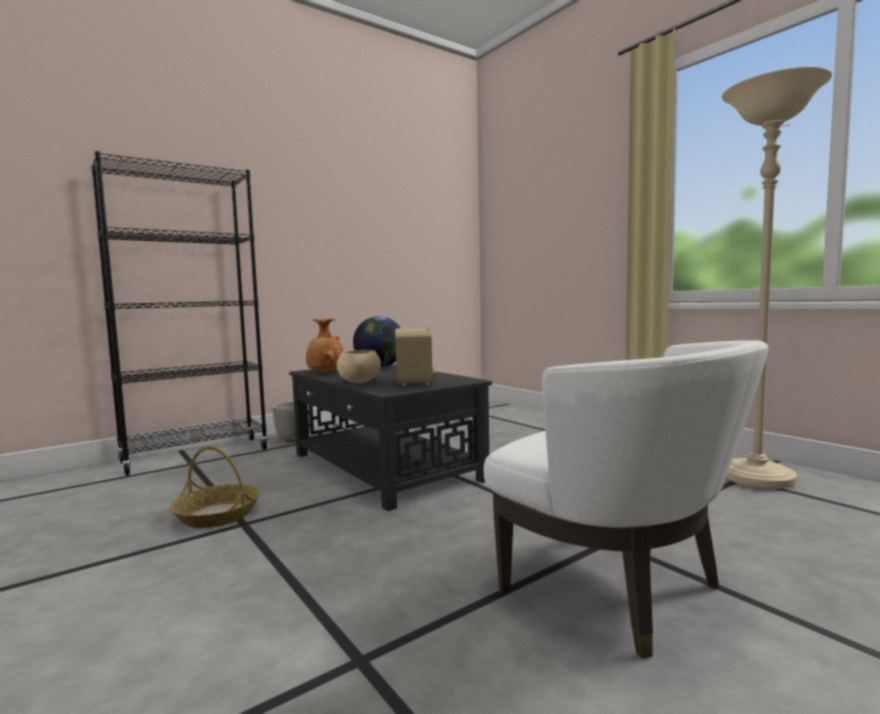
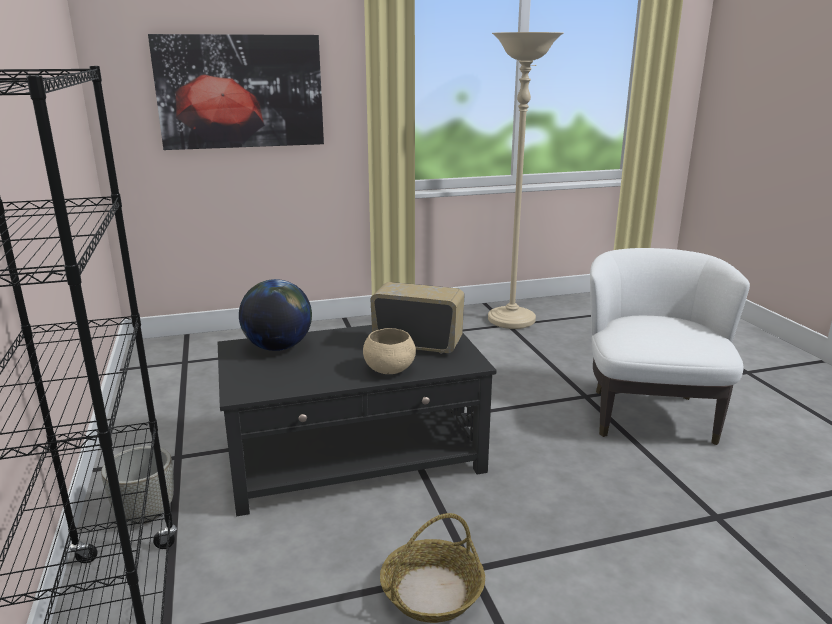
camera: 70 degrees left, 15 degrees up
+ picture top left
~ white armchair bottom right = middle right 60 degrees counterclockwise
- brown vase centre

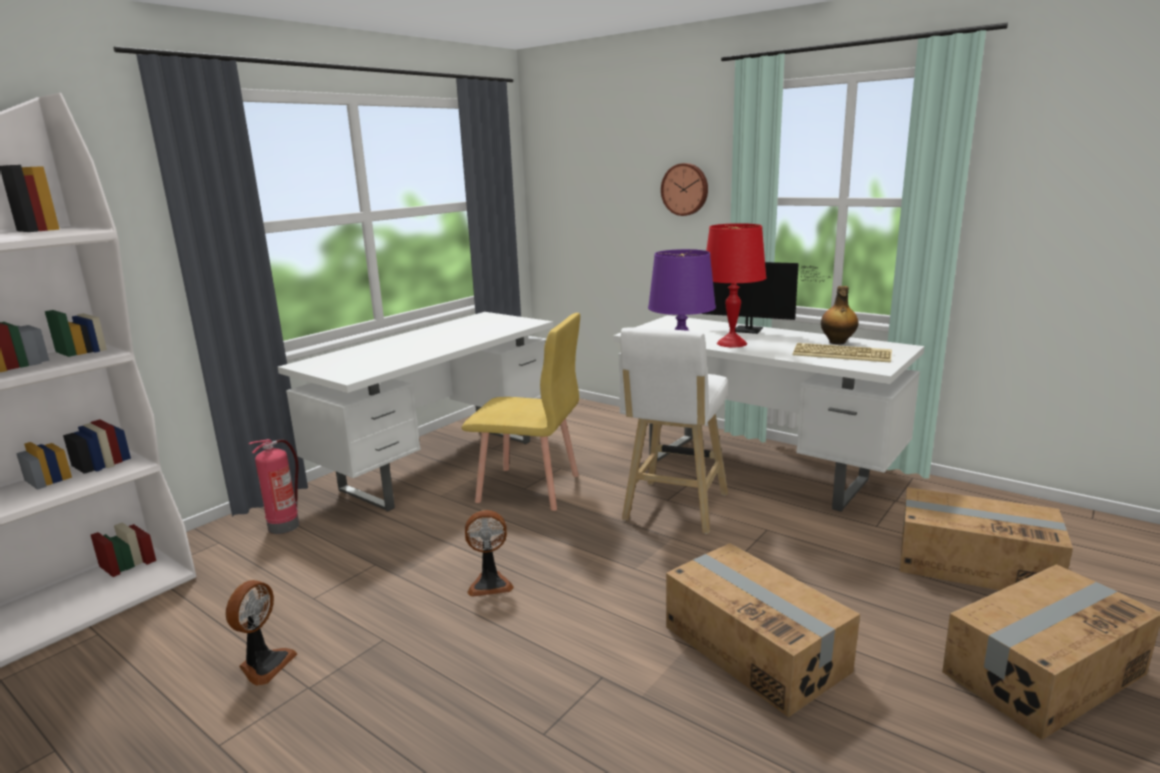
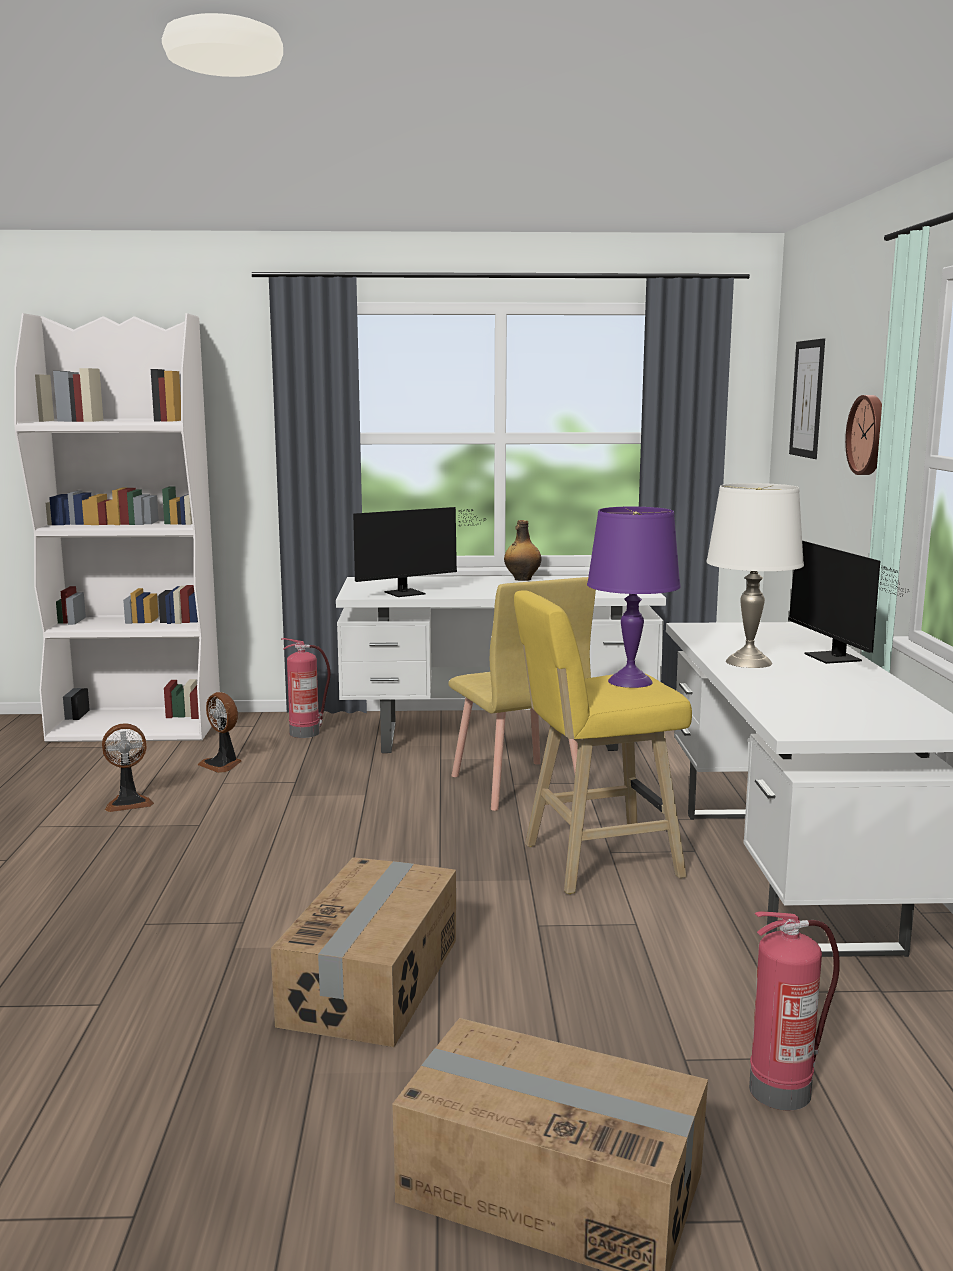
camera: 50 degrees right, 5 degrees down
~ fan (2nd from left) bottom centre to middle left
+ monitor (1st from left) centre
~ bottle middle right to centre
~ white stool centre to yellow stool centre
~ red table lamp centre to white table lamp middle right
~ cardboard box (2nd from left) bottom right to fire extinguisher (2nd from left) bottom right
+ picture top right
- keyboard middle right

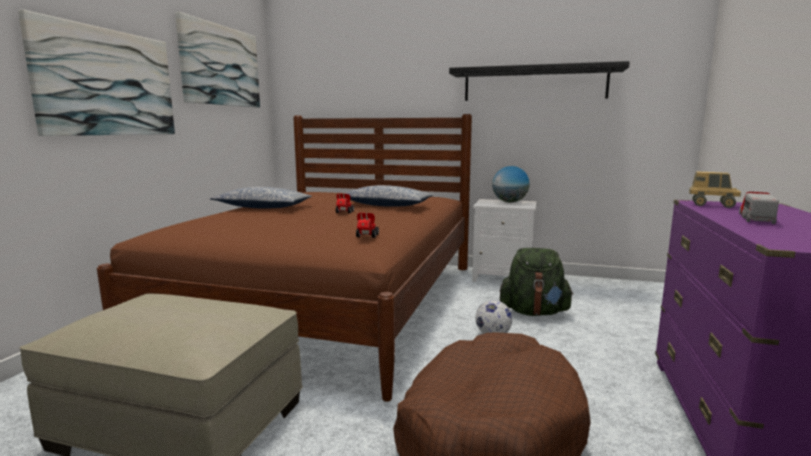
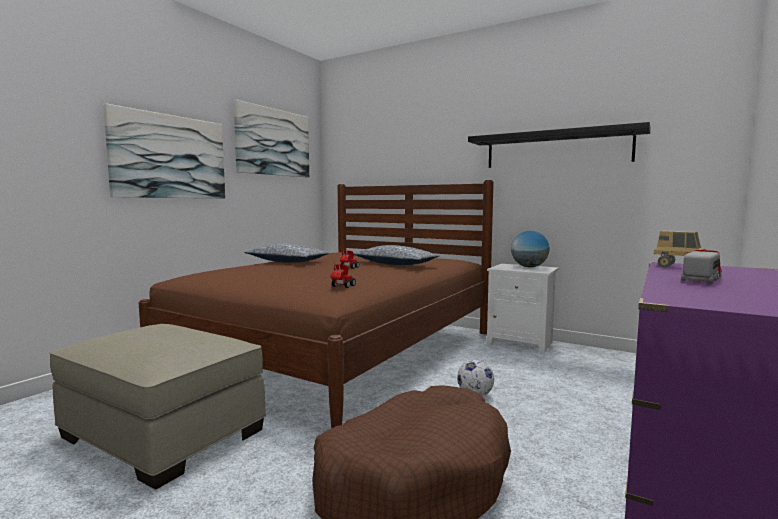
camera: 15 degrees right, 5 degrees down
- green backpack centre

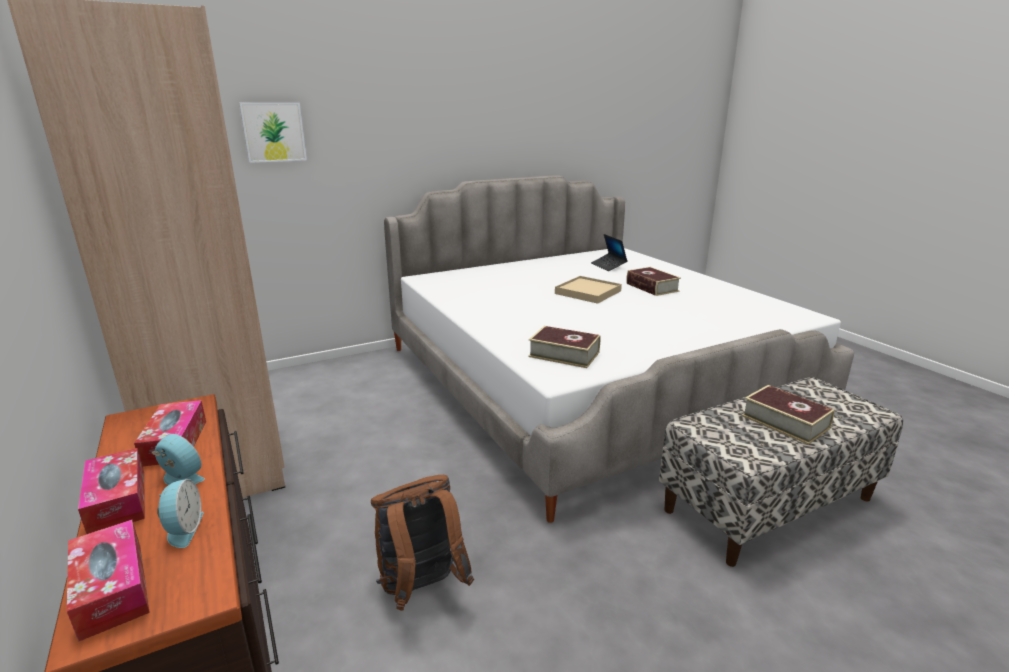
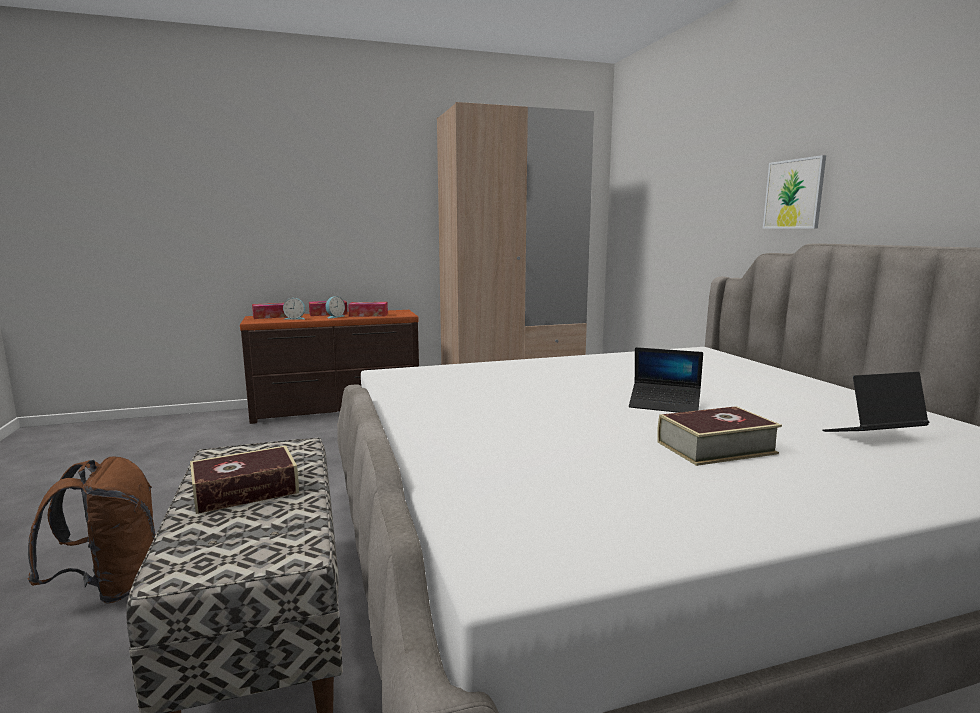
camera: 100 degrees right, 10 degrees down
~ brown backpack bottom centre to bottom left
~ beige tray centre to laptop (1st from left) middle right
~ picture top left to top right
- book (1st from left) centre

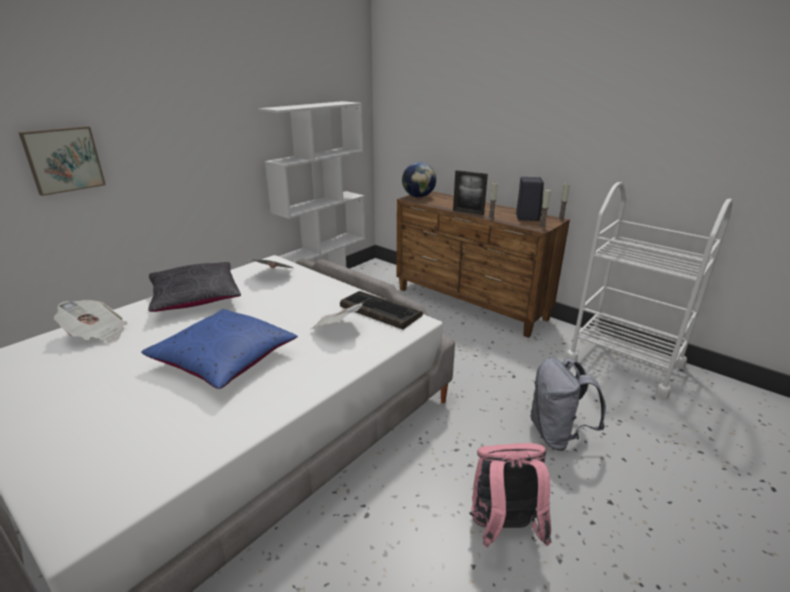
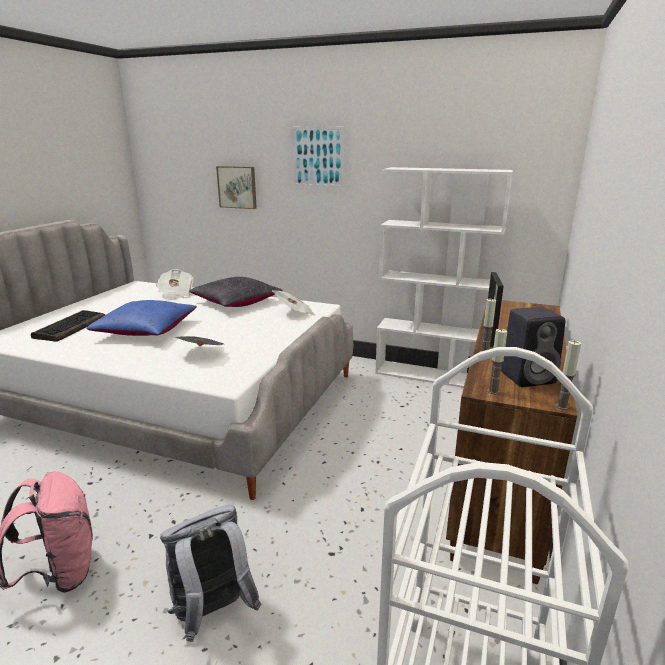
camera: 70 degrees right, 5 degrees down
~ keyboard centre to middle left
+ picture (2nd from left) top centre
- globe top centre

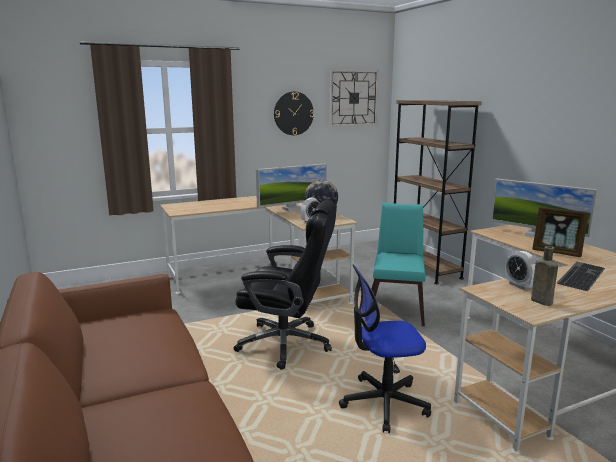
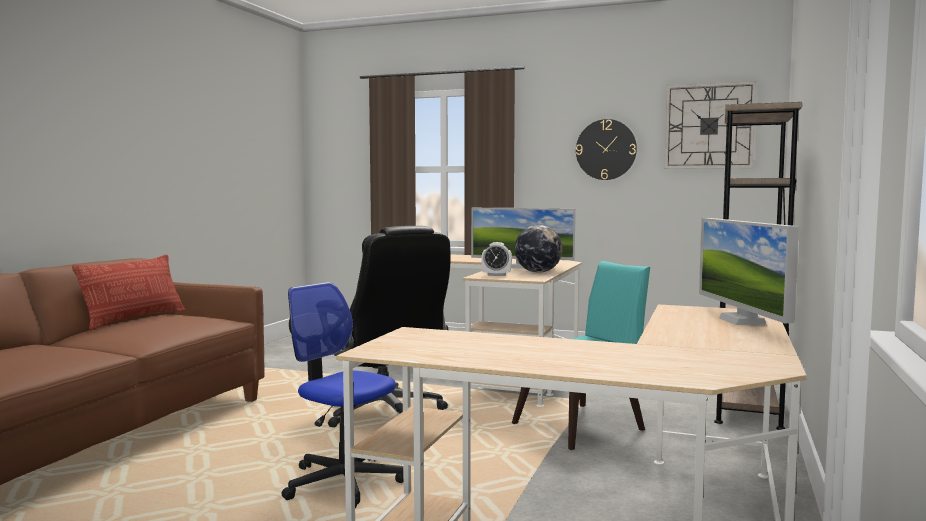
camera: 45 degrees right, 10 degrees down
+ pillow middle left
- alarm clock (2nd from left) middle right
- brown bottle middle right
- picture frame middle right
- keyboard middle right

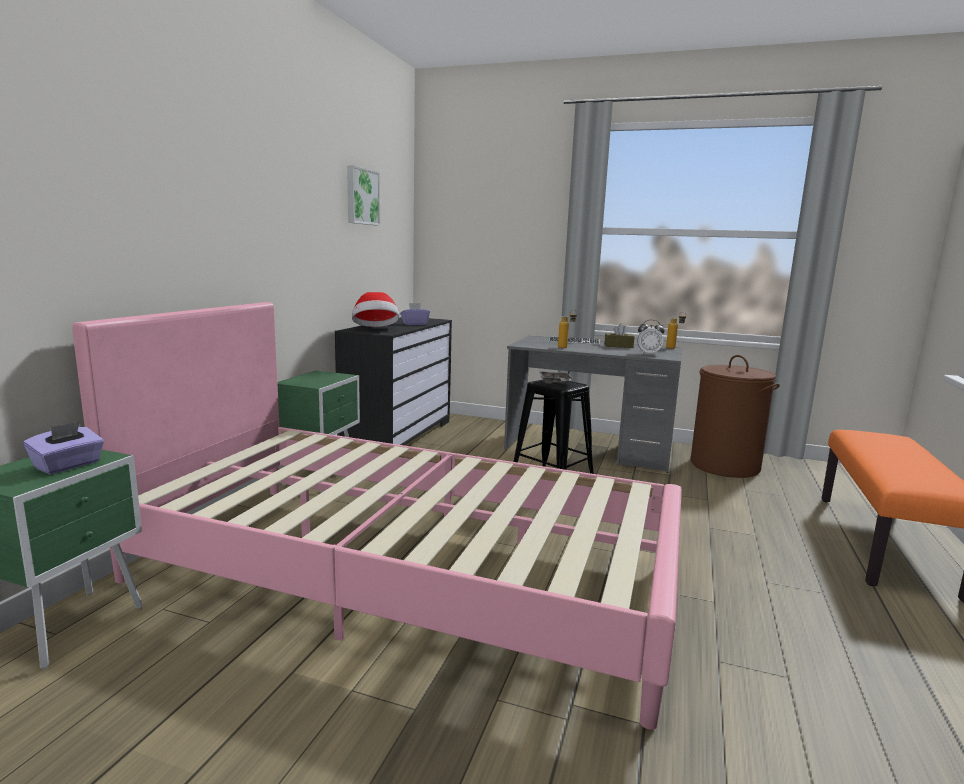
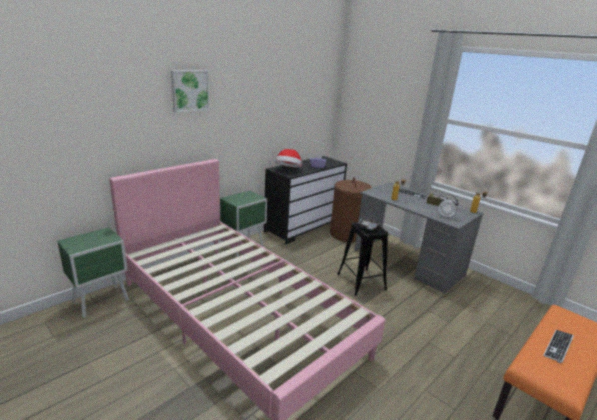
camera: 25 degrees right, 10 degrees up
~ picture top centre to top left
~ brown laundry basket middle right to centre
+ keyboard (2nd from left) bottom right
- purple tissue box (1st from left) middle left

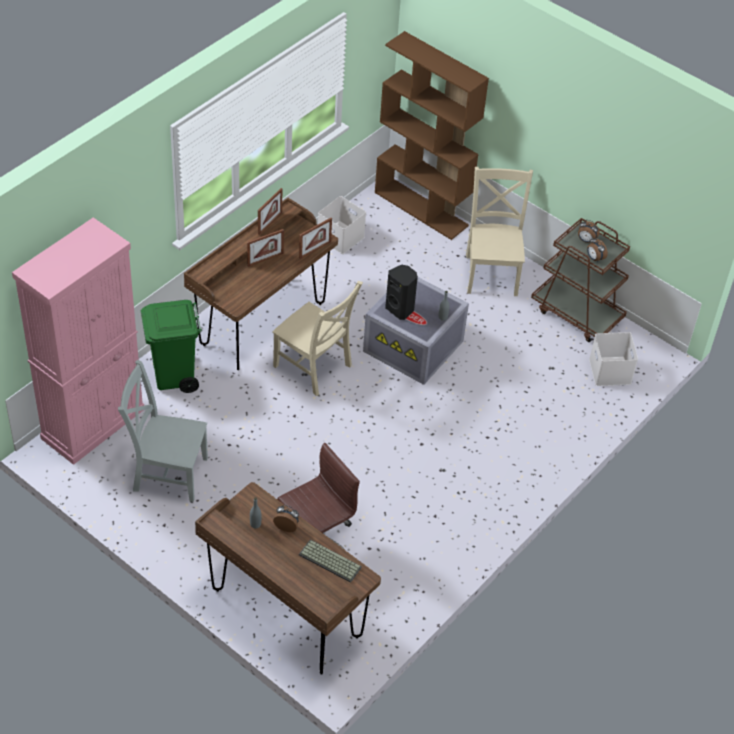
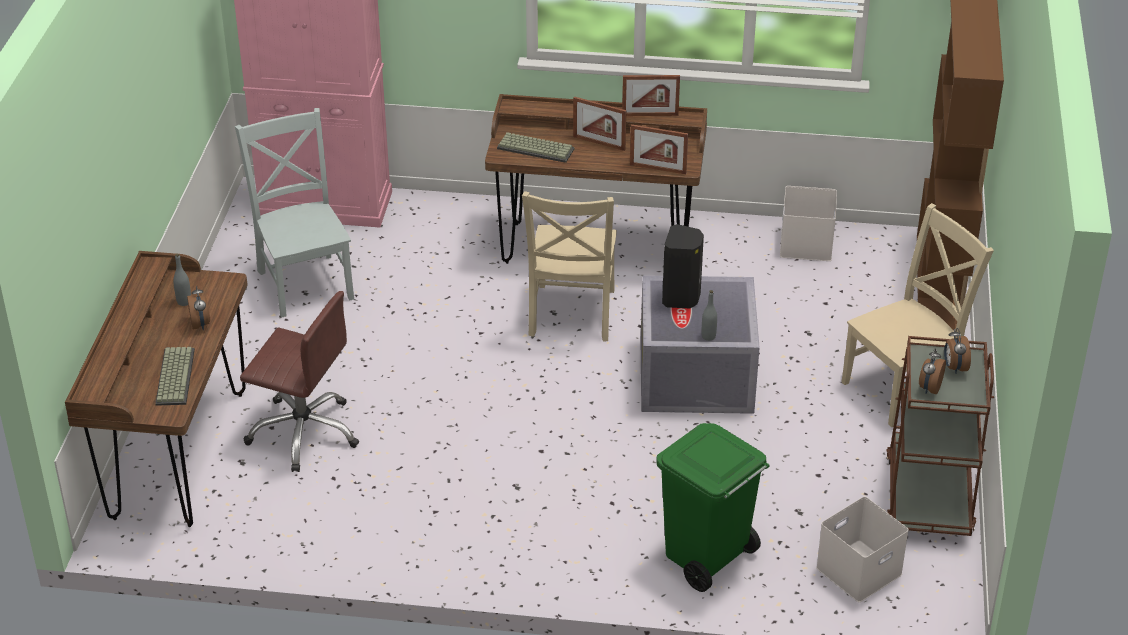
camera: 60 degrees right, 10 degrees down
+ keyboard (2nd from left) top centre
~ green trash can middle left to bottom centre

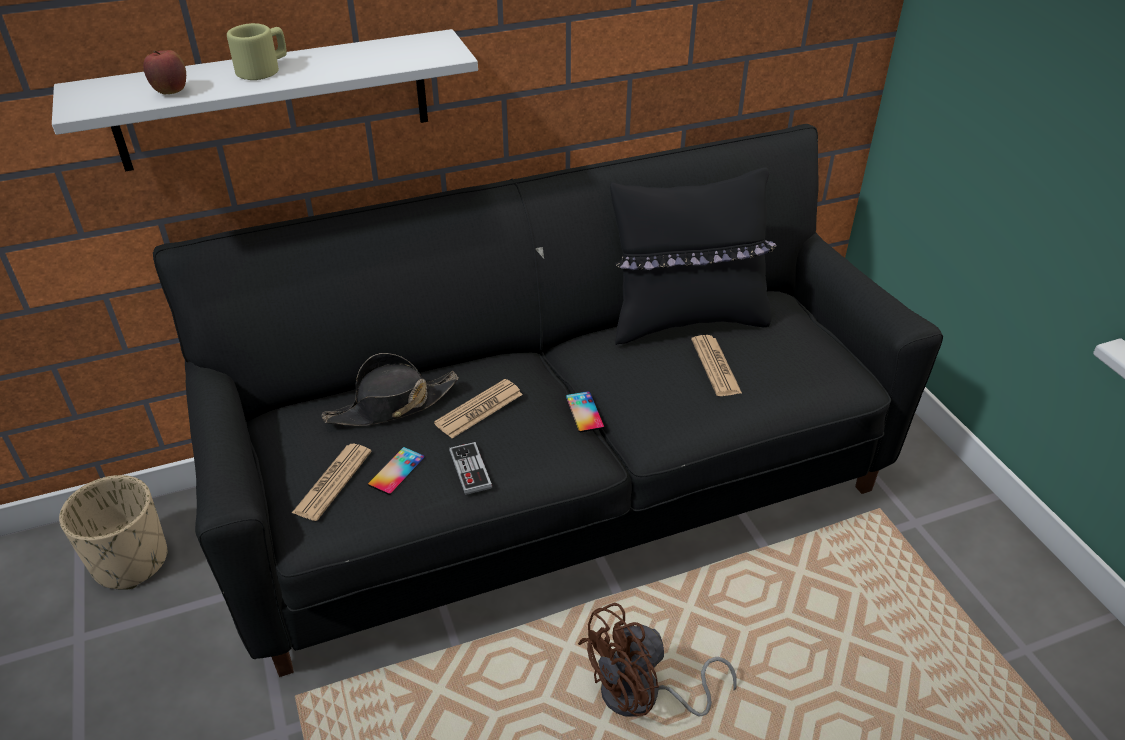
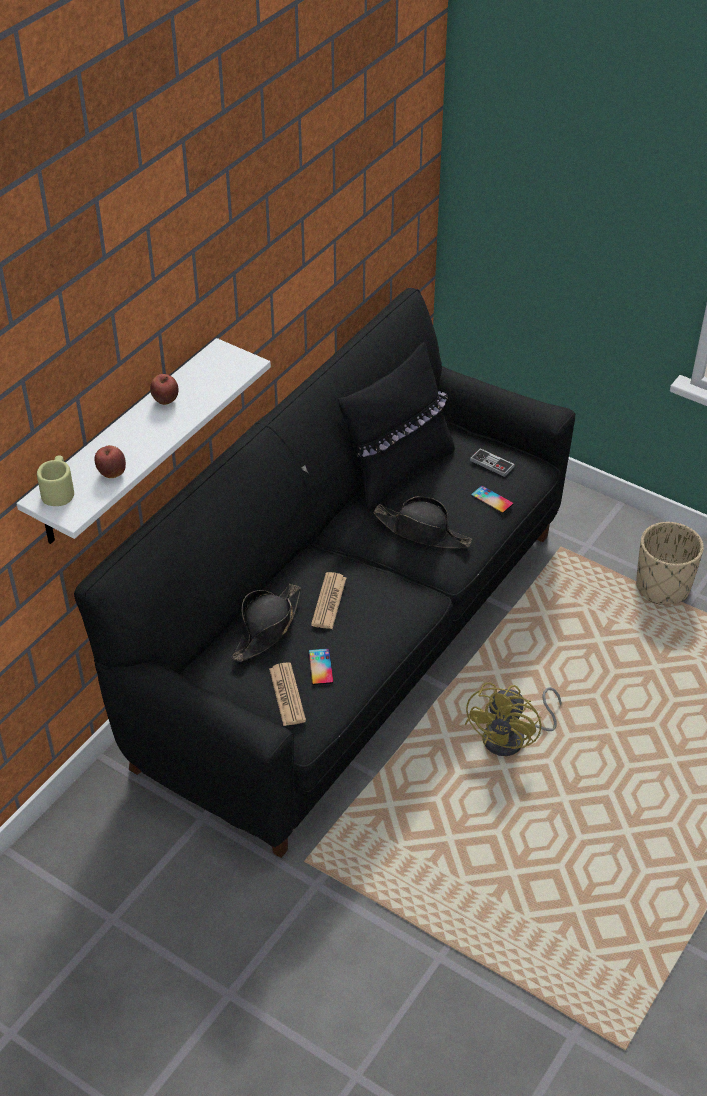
camera: 35 degrees left, 5 degrees up
~ beige mug top left to middle left
+ apple (2nd from left) middle left
+ black hat (2nd from left) centre
~ brown fan bottom centre to yellow fan middle right
~ game controller centre to middle right
~ phone (2nd from left) centre to middle right
~ beige planter bottom left to middle right
- newspaper (3rd from left) centre

